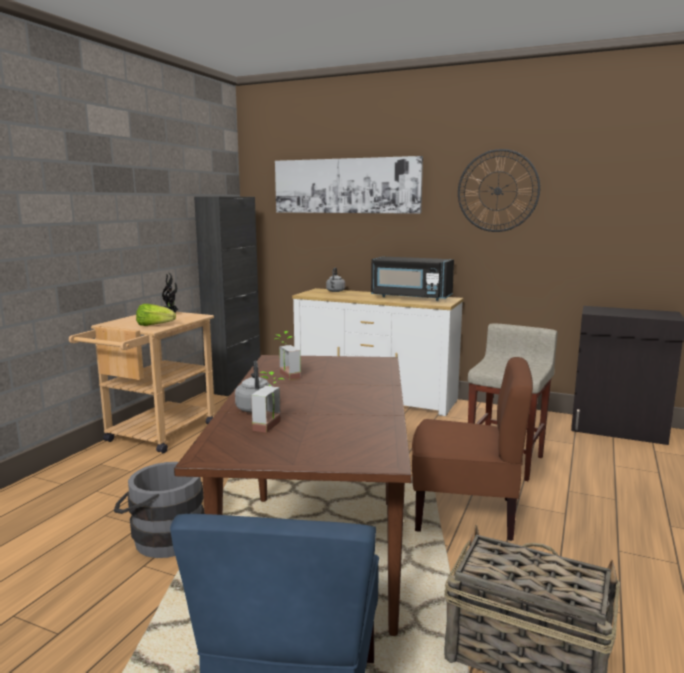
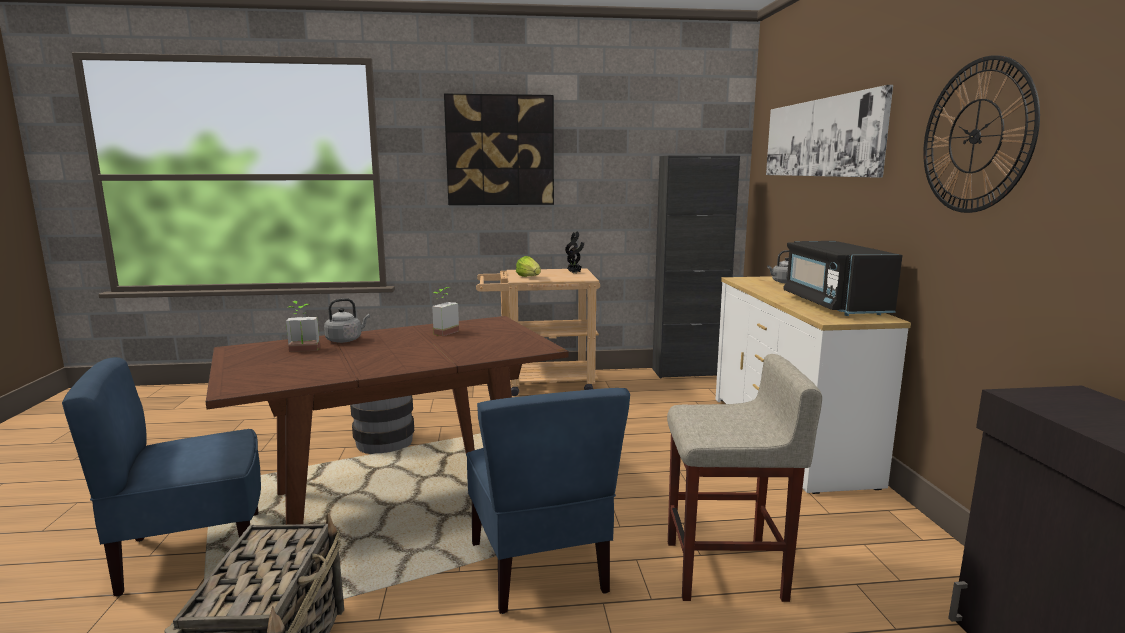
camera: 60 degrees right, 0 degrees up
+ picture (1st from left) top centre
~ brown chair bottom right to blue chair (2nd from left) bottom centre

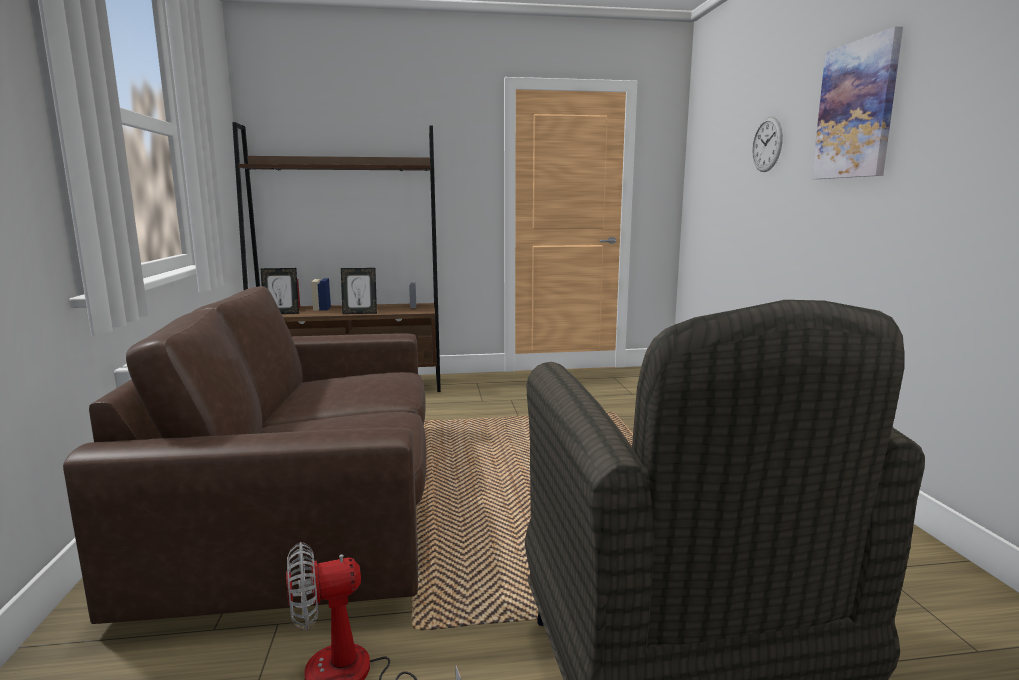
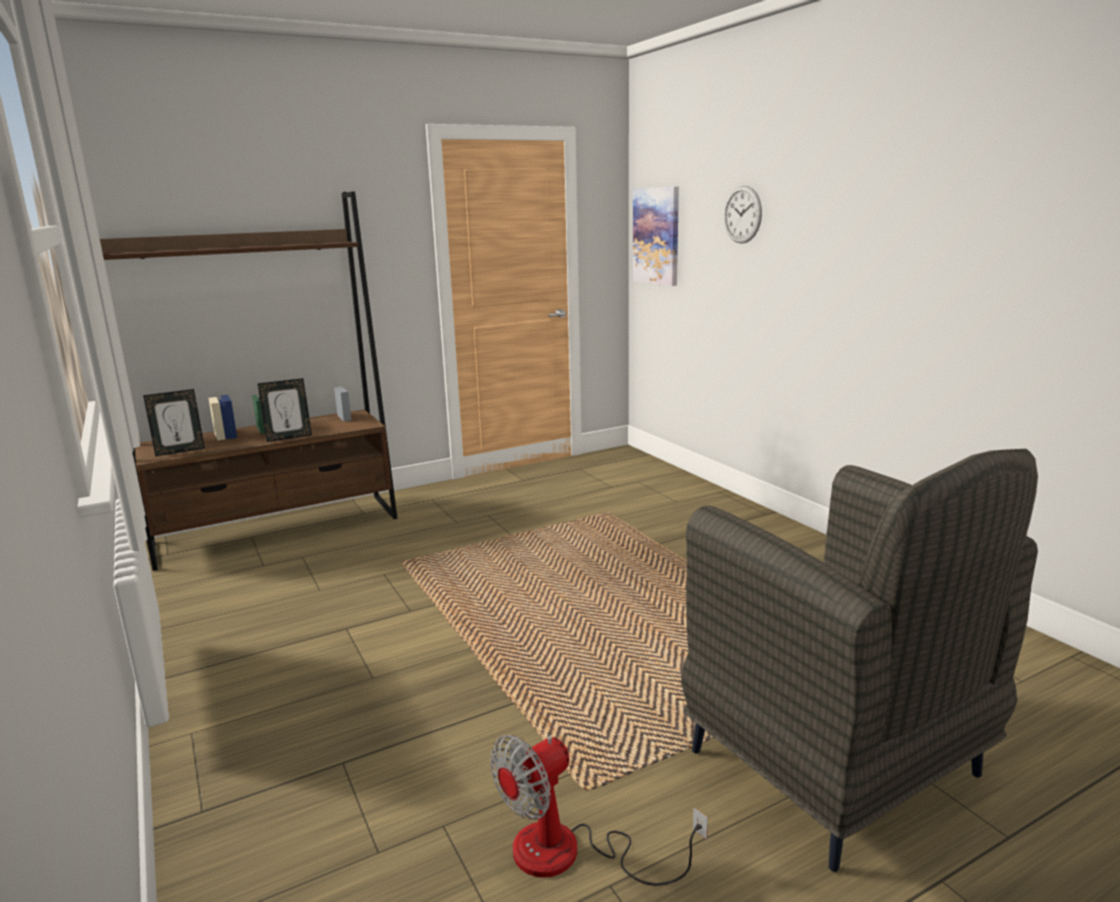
camera: 20 degrees left, 5 degrees up
~ picture top right to top centre
- brown sofa bottom left

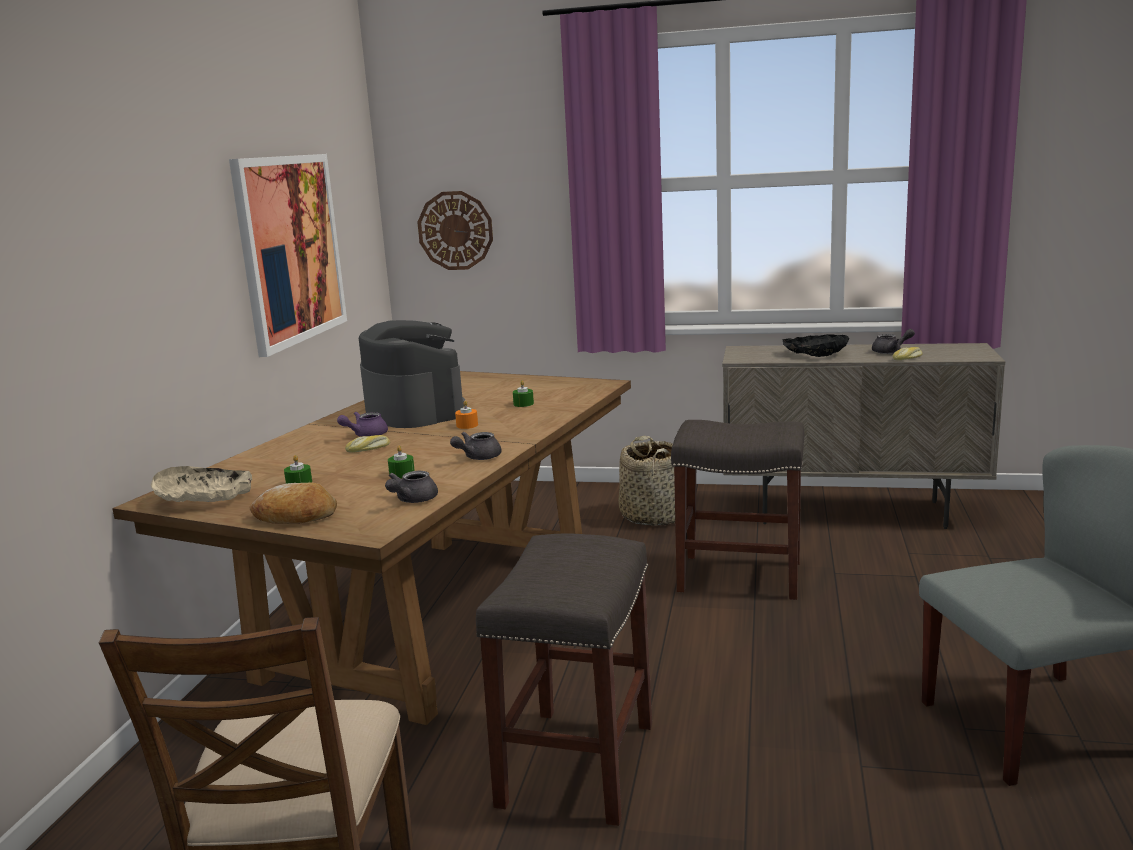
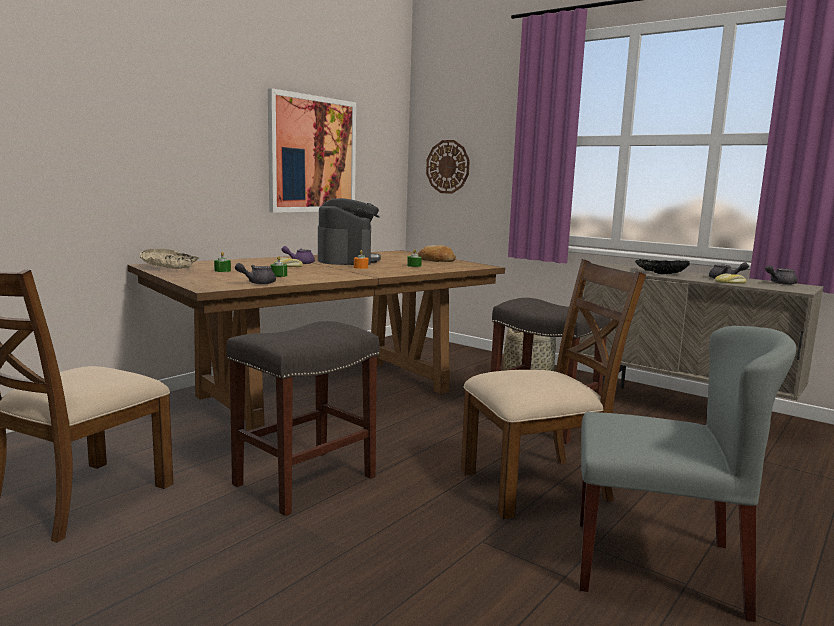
camera: 25 degrees right, 5 degrees down
~ bread (1st from left in the first image) middle left to bread (2nd from left) centre
+ brown chair (2nd from left) centre
~ grey teapot (2nd from left in the first image) centre to grey teapot (3rd from left) middle right

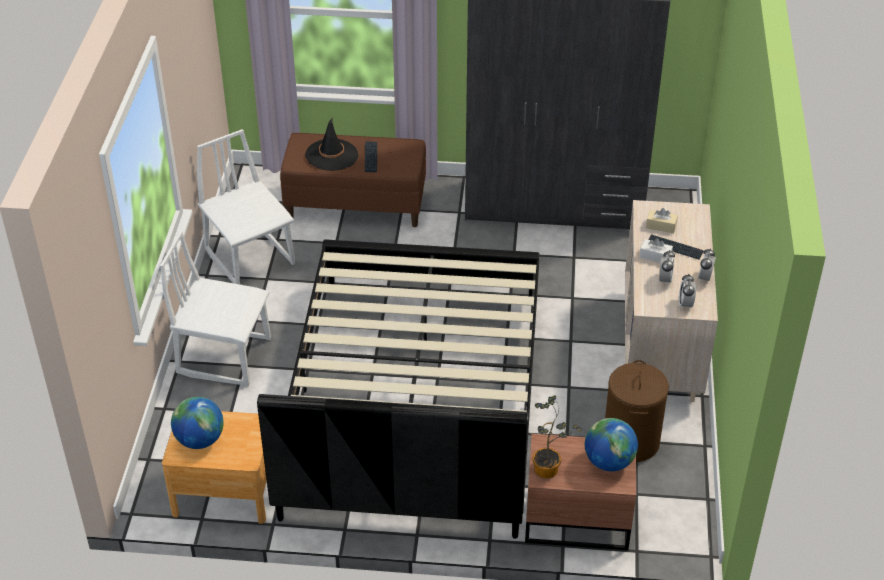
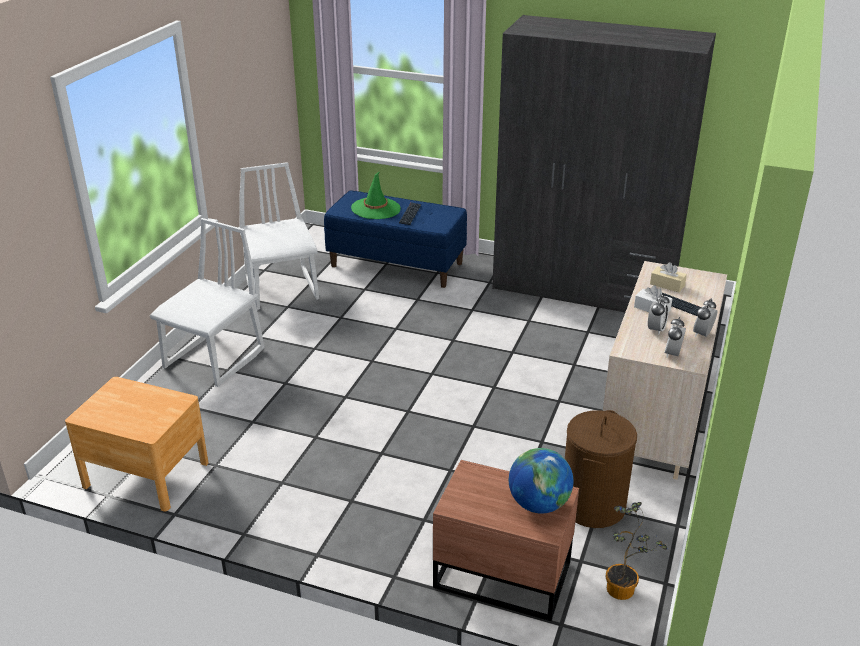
camera: 15 degrees right, 10 degrees down
~ white chair (1st from left) middle left = middle left 90 degrees clockwise
~ brown bench top centre to blue bench centre
~ black hat top centre to green hat top centre
~ potted plant bottom centre to bottom right
- globe (1st from left) bottom left
- black bed bottom centre

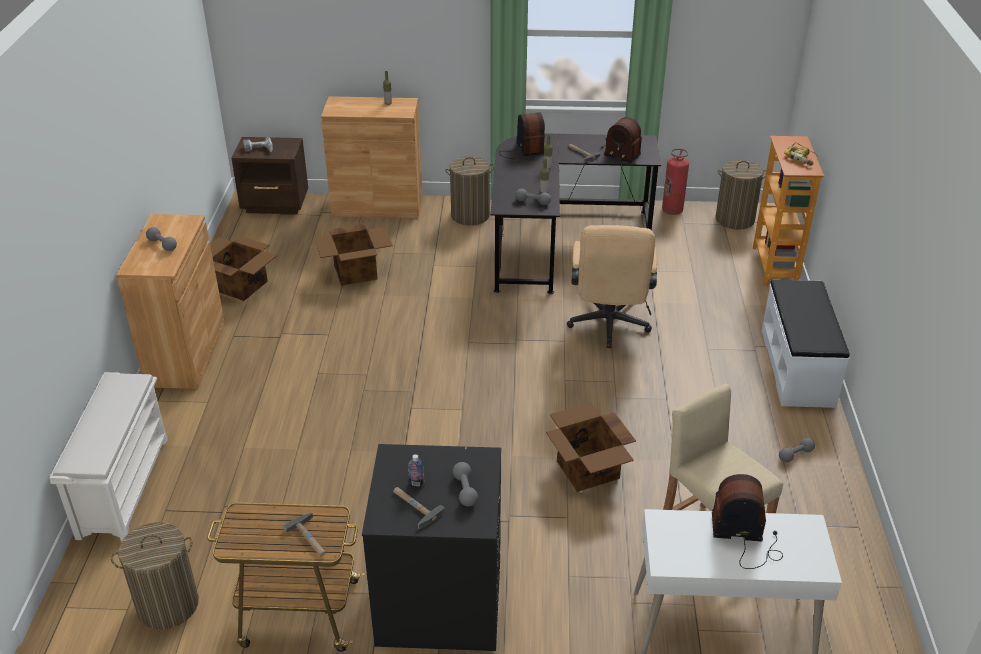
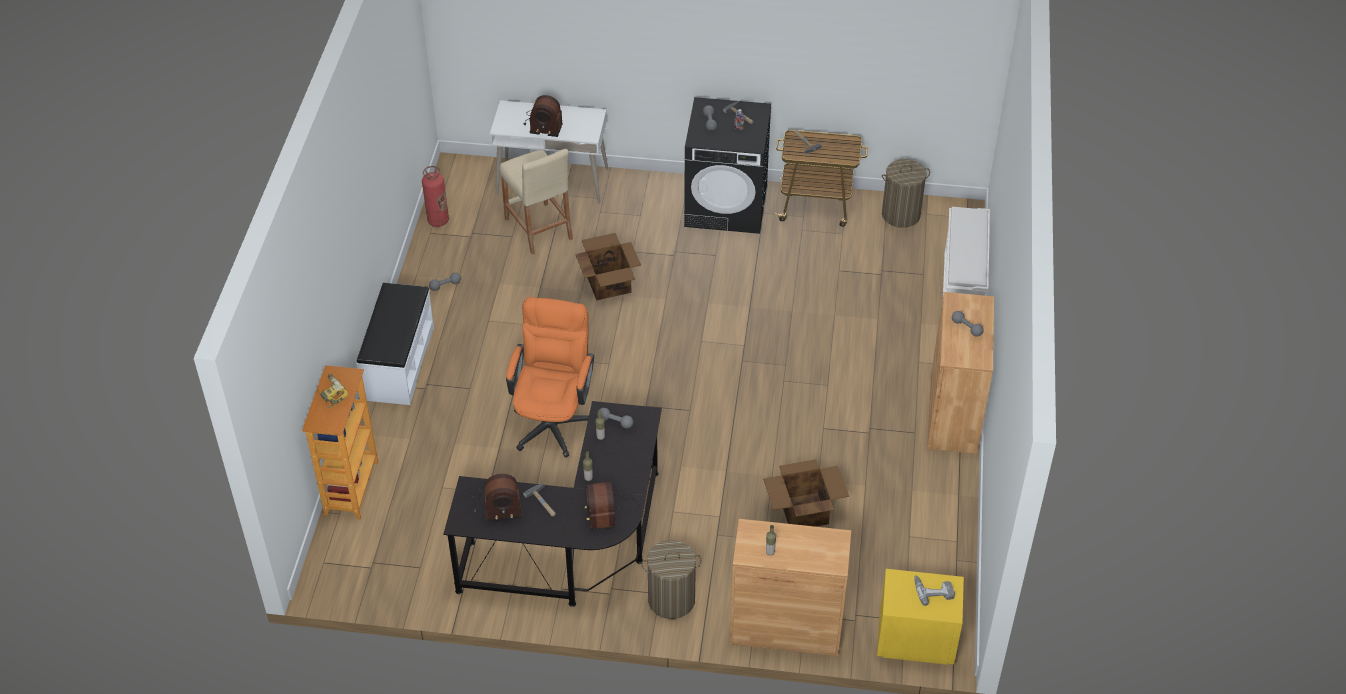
camera: 175 degrees left, 10 degrees up
~ fire extinguisher top right to top left
~ radio (2nd from left in the first image) top centre = bottom centre 135 degrees clockwise
~ beige office chair centre to orange office chair centre
~ brown nightstand top left to yellow nightstand bottom right
- cardboard box (1st from left) middle left
- laundry basket (3rd from left) top right

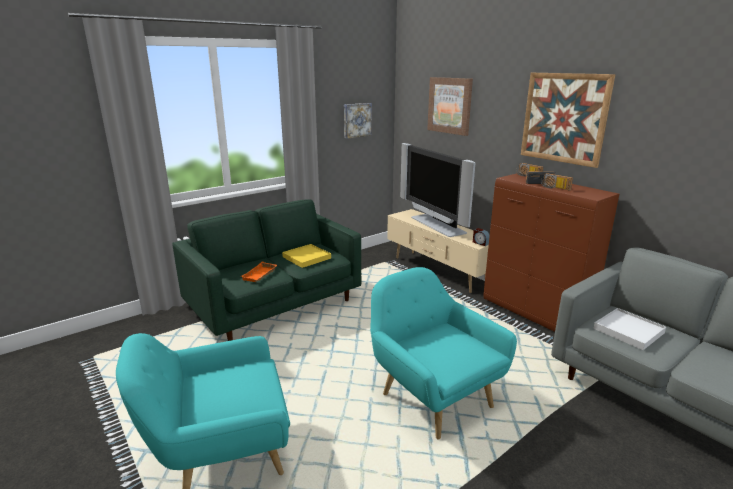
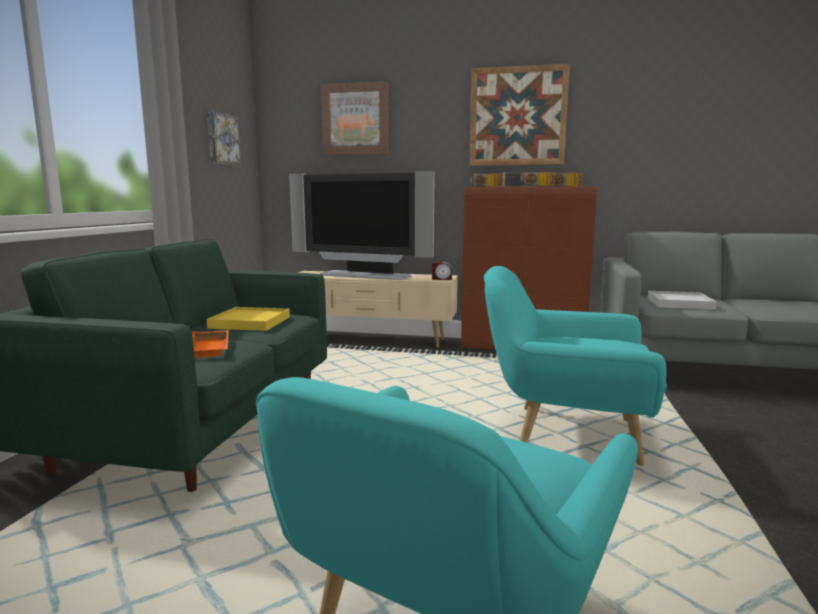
camera: 40 degrees left, 10 degrees down
+ radio (4th from left) top right

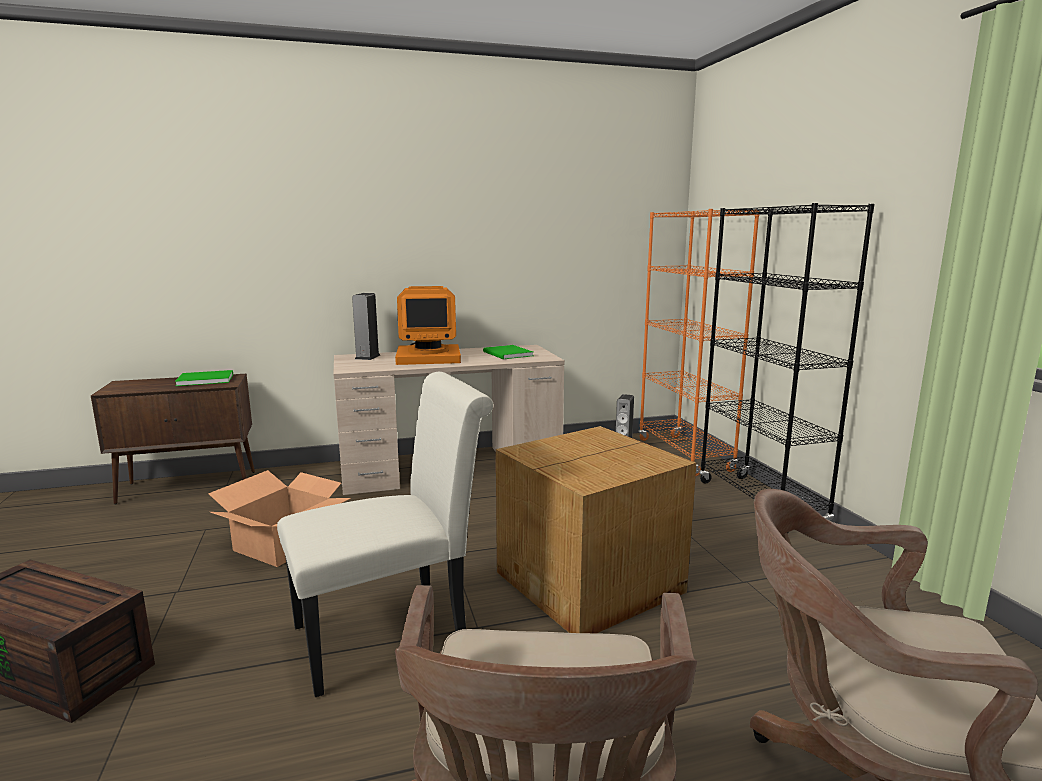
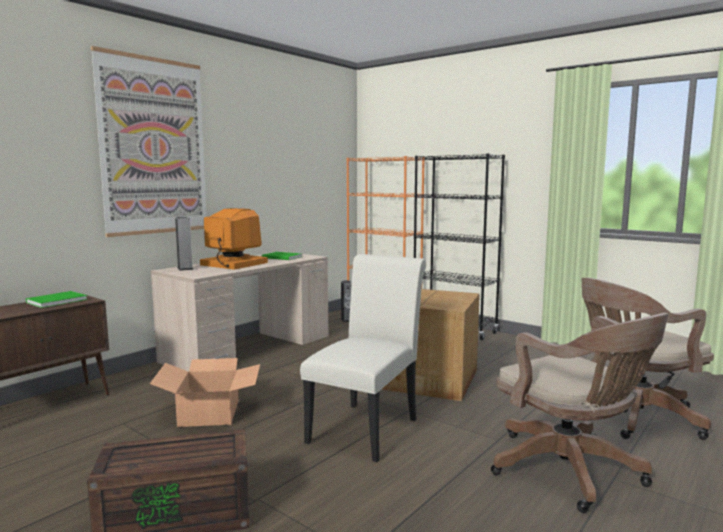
camera: 35 degrees left, 5 degrees down
+ picture top left
~ monitor centre = middle left 105 degrees counterclockwise

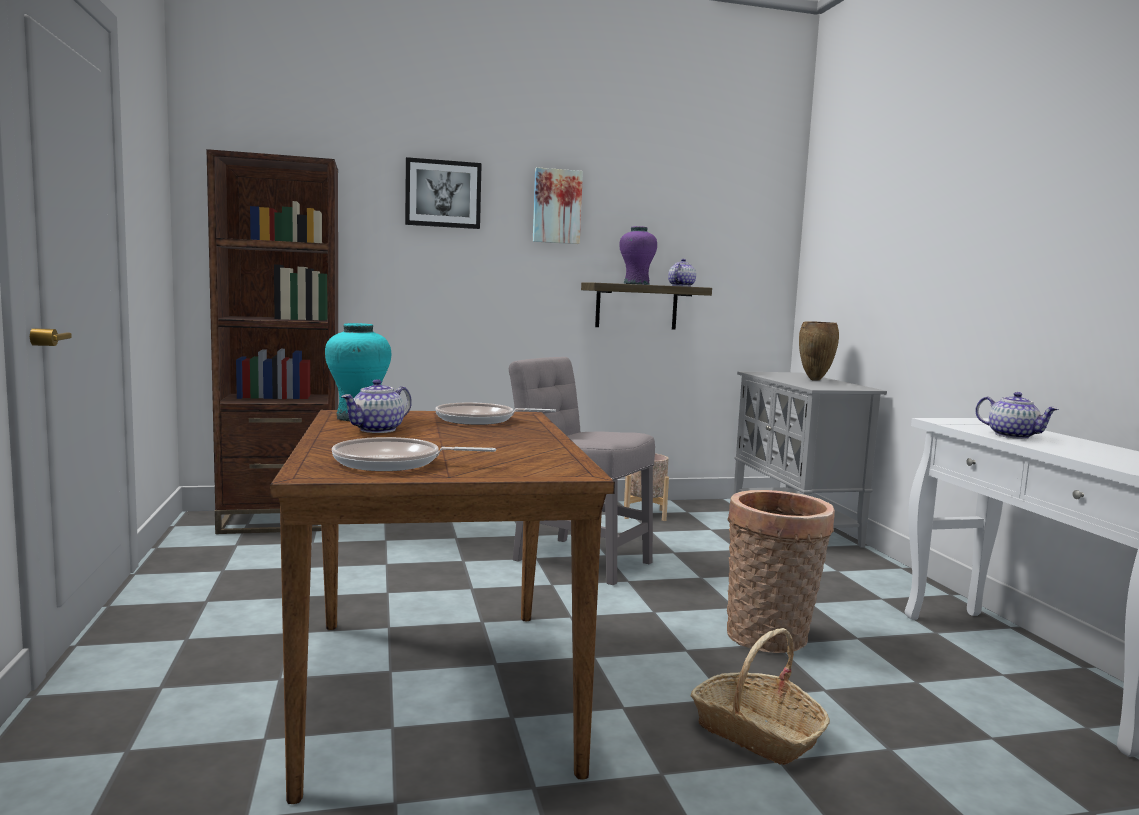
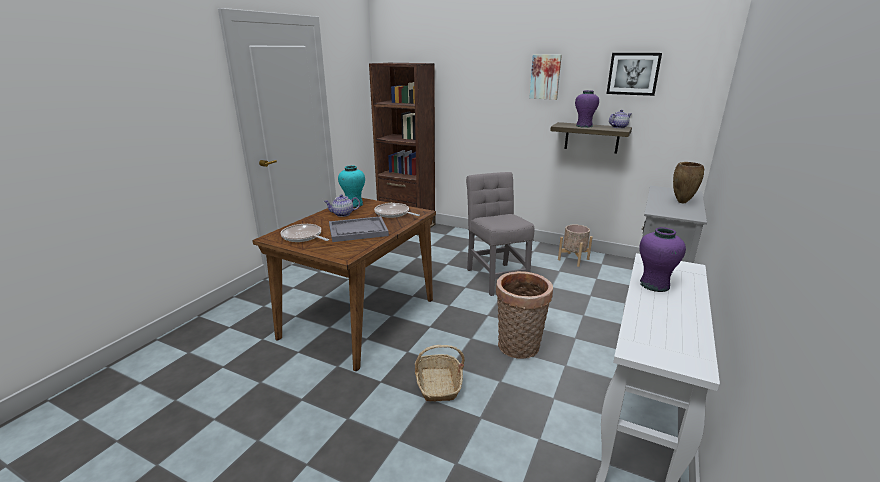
camera: 40 degrees right, 15 degrees up
+ grey tray centre
~ picture (1st from left in the first image) top centre to picture (2nd from left) top right
~ teapot (3rd from left) middle right to purple vase (2nd from left) middle right

